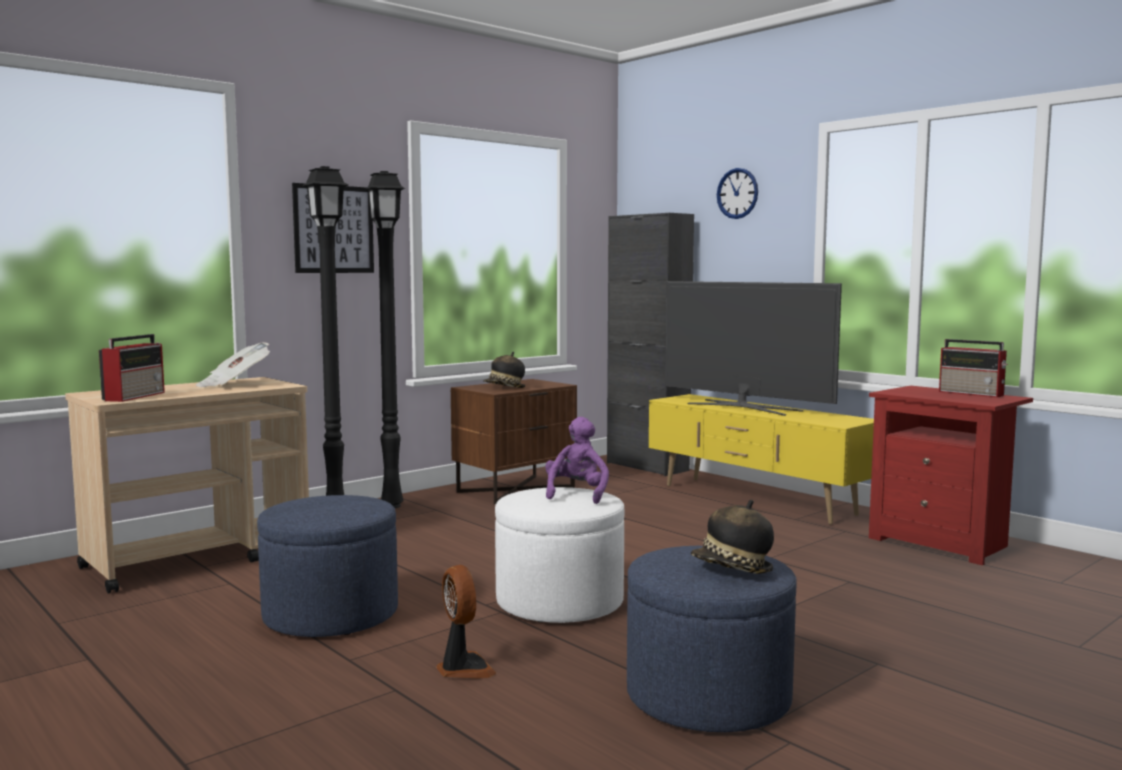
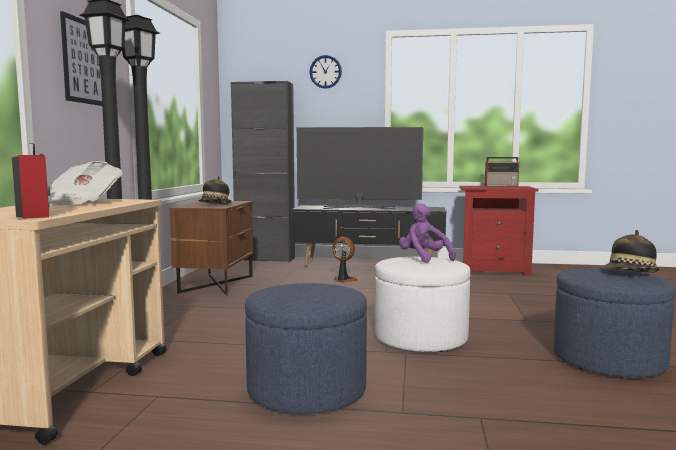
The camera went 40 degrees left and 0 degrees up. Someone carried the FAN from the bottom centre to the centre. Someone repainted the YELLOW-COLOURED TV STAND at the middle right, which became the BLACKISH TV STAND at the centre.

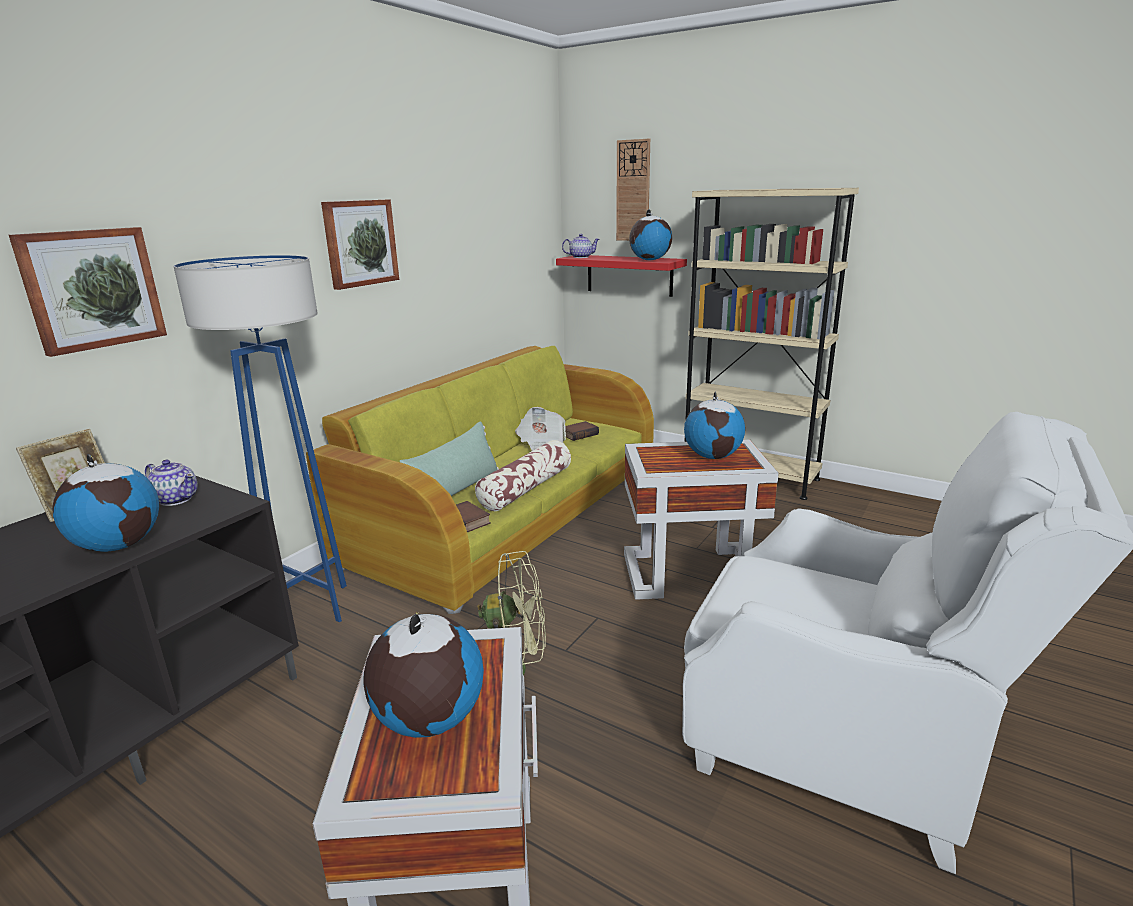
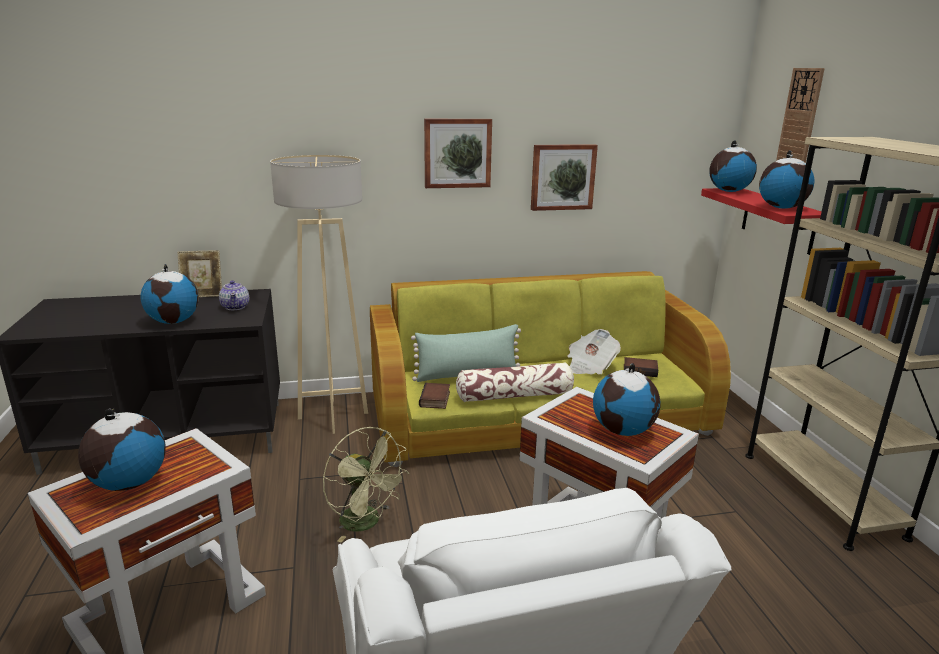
The camera went 45 degrees right and 0 degrees up. Someone carried the PICTURE (1st from left in the first image) from the top left to the top centre. Someone swapped the TEAPOT (2nd from left) at the top centre for the WORLD GLOBE (4th from left) at the top right. Someone repainted the BLUE-COLOURED STANDING LAMP at the middle left, which became the BEIGE STANDING LAMP at the centre.

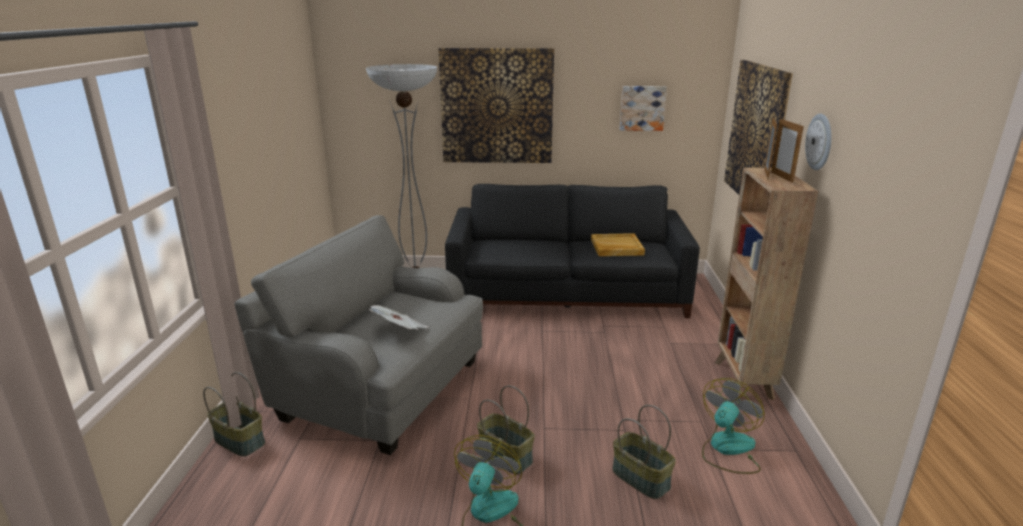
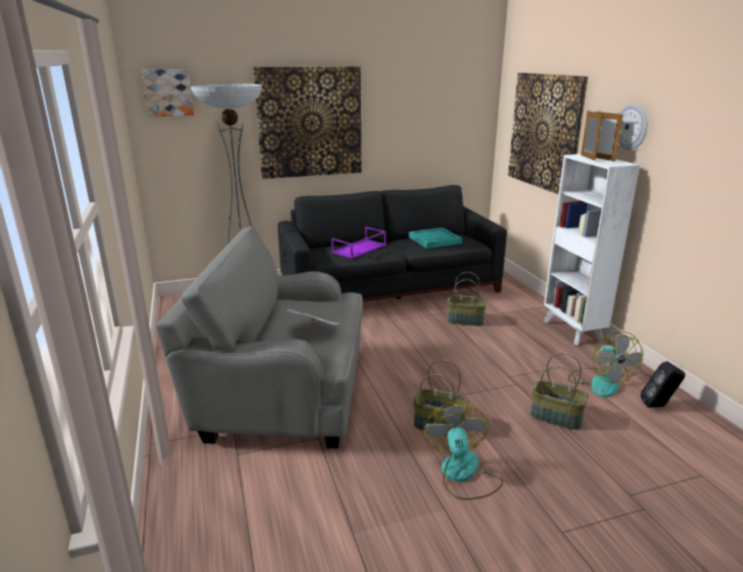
The camera went 20 degrees left and 0 degrees up. Someone put down the PURPLE SERVING TRAY at the centre. Someone put down the BLACKISH LOUDSPEAKER at the bottom right. Someone carried the BASKET (1st from left in the first image) from the bottom left to the centre. Someone carried the PICTURE (2nd from left in the first image) from the top centre to the top left. Someone repainted the BEIGE SERVING TRAY at the centre, which became the TURQUOISE-COLOURED SERVING TRAY at the centre. Someone repainted the BROWN SHELVING UNIT at the middle right, which became the WHITISH SHELVING UNIT at the middle right. Someone rotated the FAN (2nd from left) at the bottom right by 150 degrees clockwise.

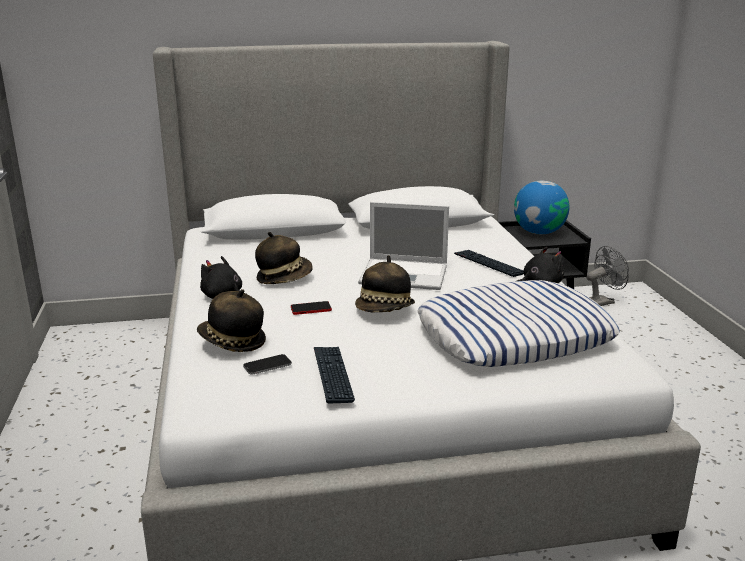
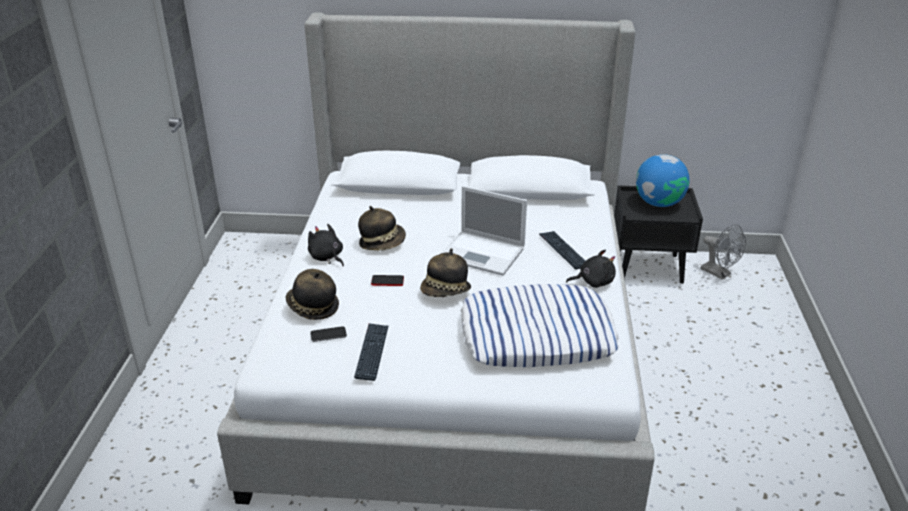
The camera went 15 degrees right and 10 degrees up. Someone rotated the GREYISH FAN at the middle right by 60 degrees clockwise.

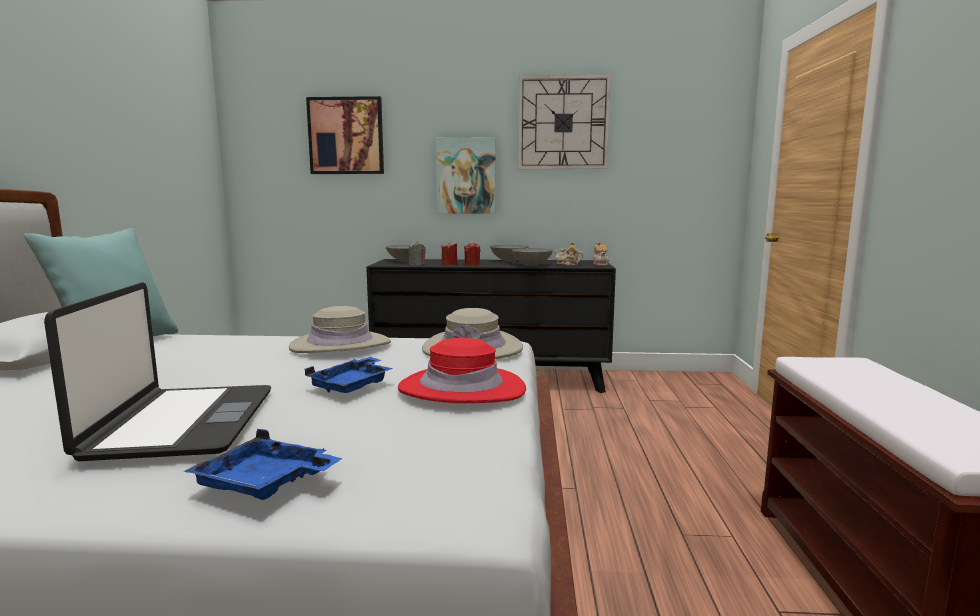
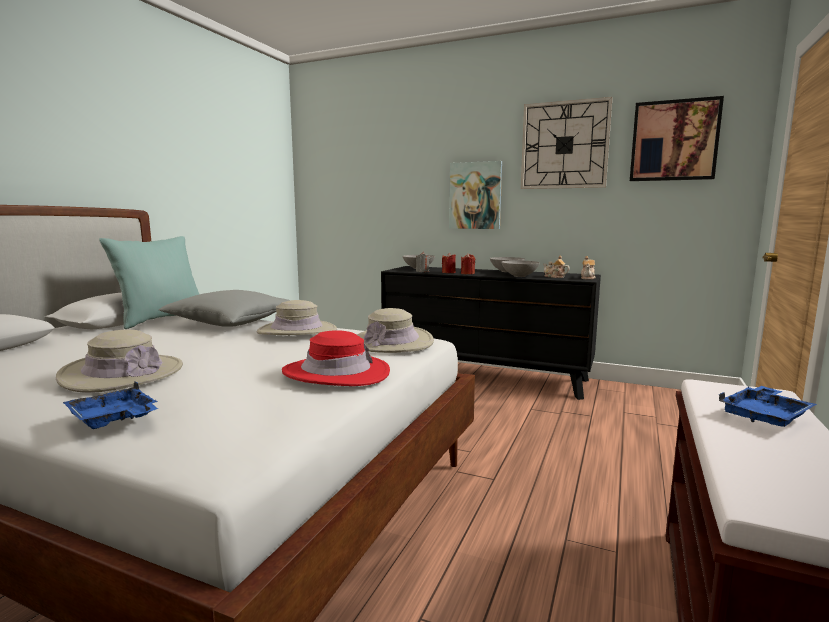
The camera went 20 degrees right and 0 degrees up. Someone put down the GREYISH CUSHION at the middle left. Someone carried the BLUE-COLOURED SERVING TRAY (2nd from left) from the centre to the middle right. Someone carried the PICTURE (1st from left in the first image) from the top centre to the top right. Someone swapped the NOTEBOOK COMPUTER at the middle left for the BEIGE HAT (1st from left) at the middle left.

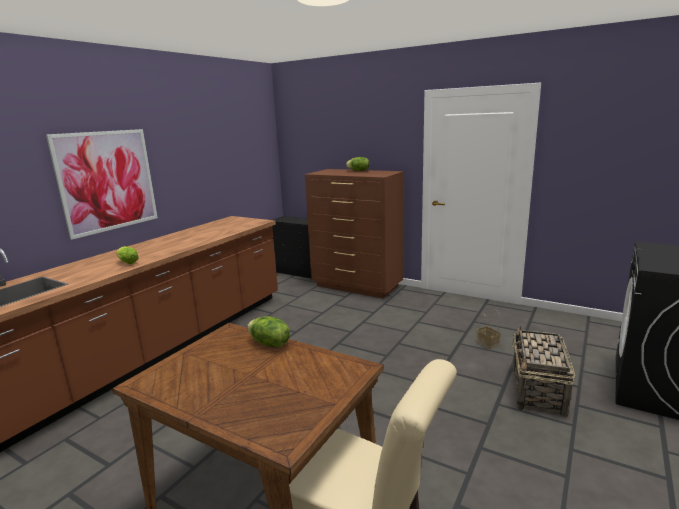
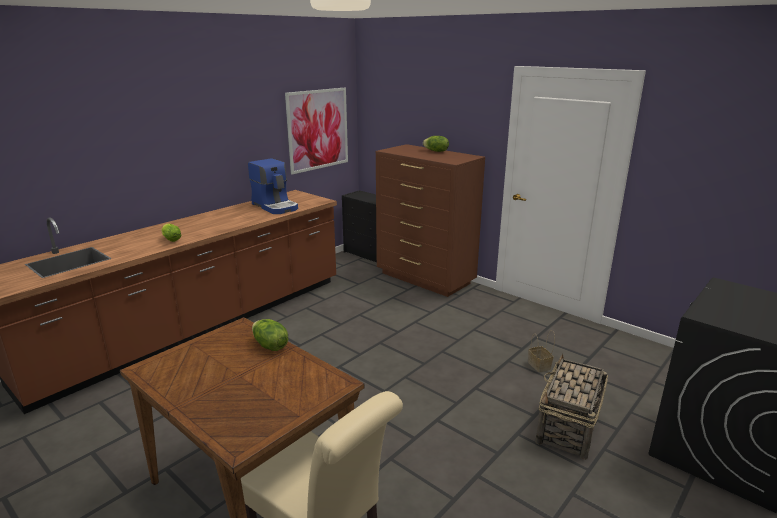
The camera went 10 degrees right and 5 degrees up. Someone put down the COFFEE MAKER at the centre. Someone carried the PICTURE from the middle left to the top centre.

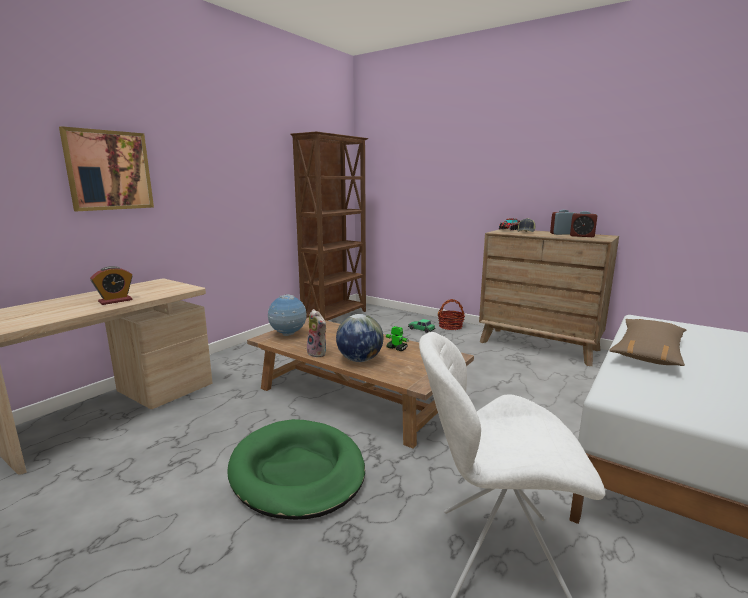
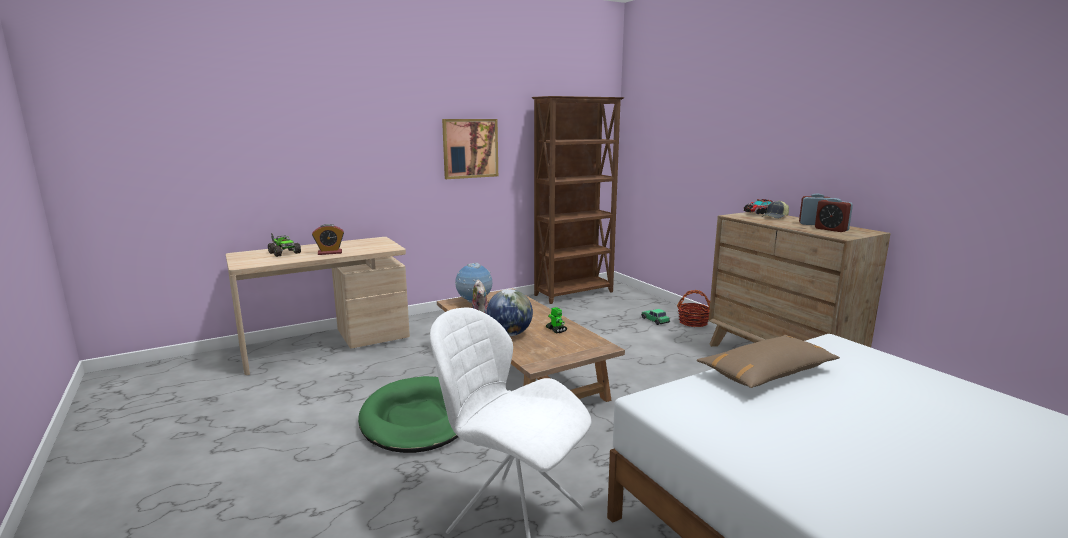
The camera went 25 degrees right and 0 degrees up. Someone put down the TOY TRUCK (1st from left) at the middle left. Someone carried the PICTURE from the top left to the top centre.

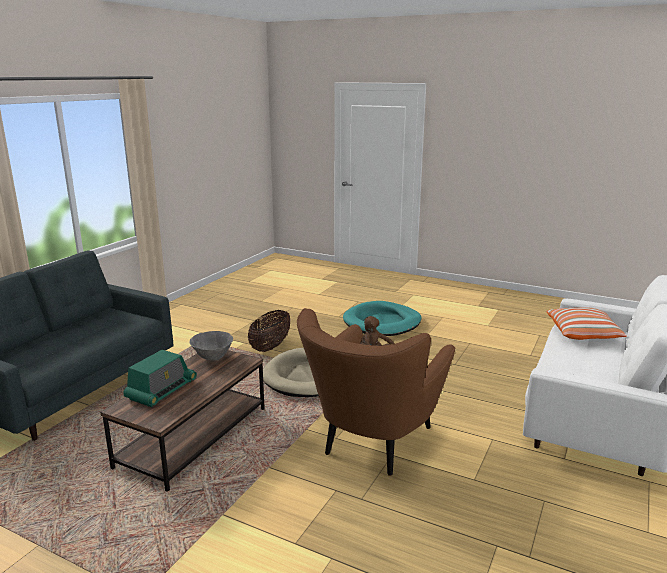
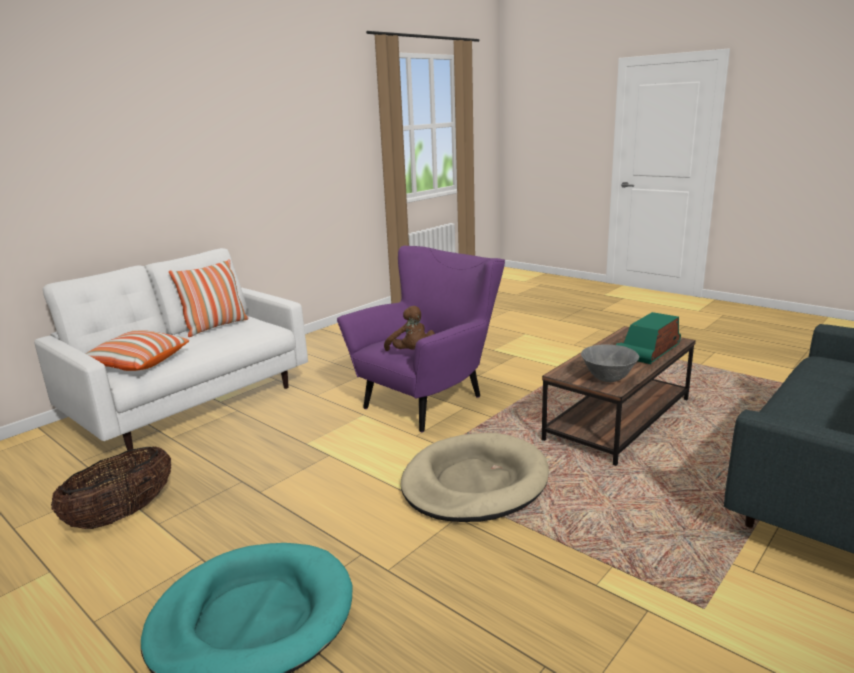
The camera went 165 degrees left and 0 degrees up. Someone put down the CUSHION (2nd from left) at the middle left. Someone carried the BASKET from the centre to the bottom left. Someone repainted the BROWN EASY CHAIR at the bottom centre, which became the PURPLE EASY CHAIR at the centre.

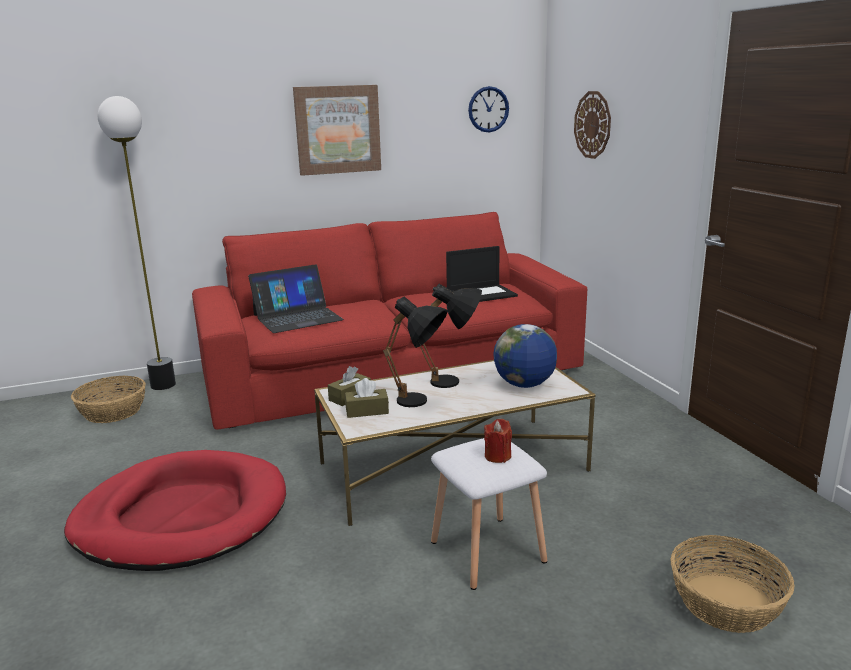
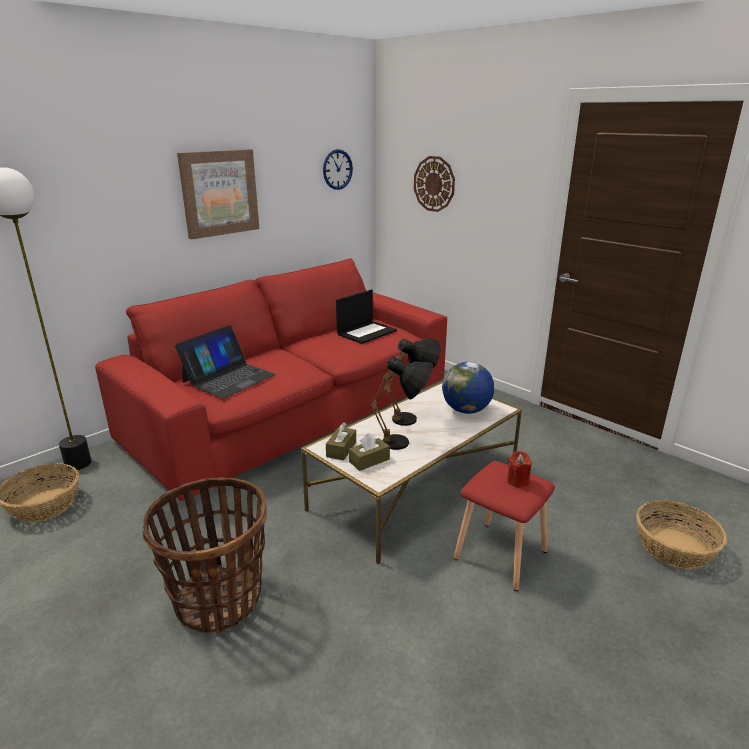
The camera went 25 degrees left and 5 degrees up. Someone swapped the RED-COLOURED DOG BED at the bottom left for the BASKET (2nd from left) at the bottom left. Someone repainted the WHITISH STOOL SEAT at the bottom centre, which became the RED-COLOURED STOOL SEAT at the bottom right.

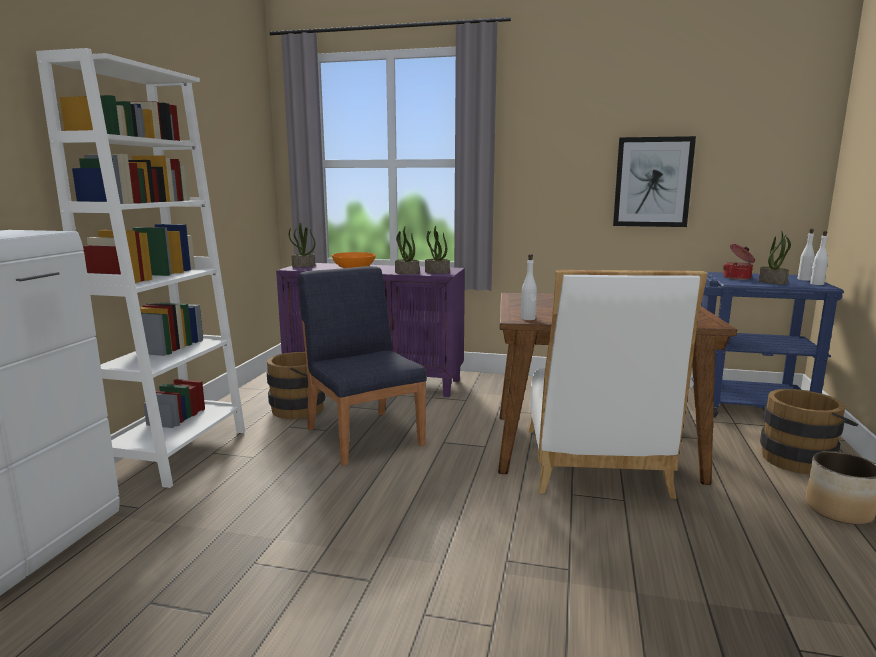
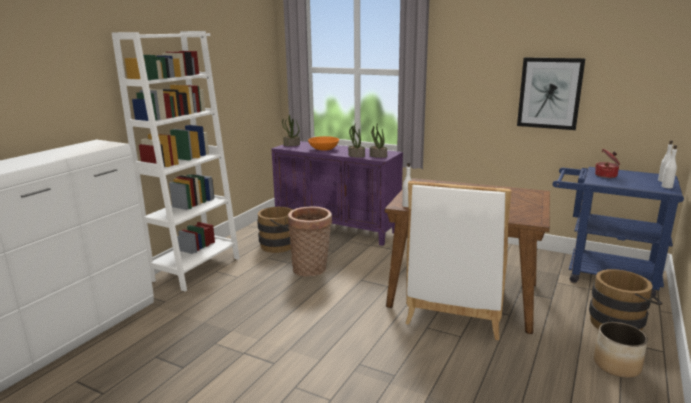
The camera went 15 degrees right and 5 degrees up. Someone took away the HOUSEPLANT (4th from left) at the middle right. Someone swapped the BLUE-COLOURED CHAIR at the centre for the BASKET at the centre.

